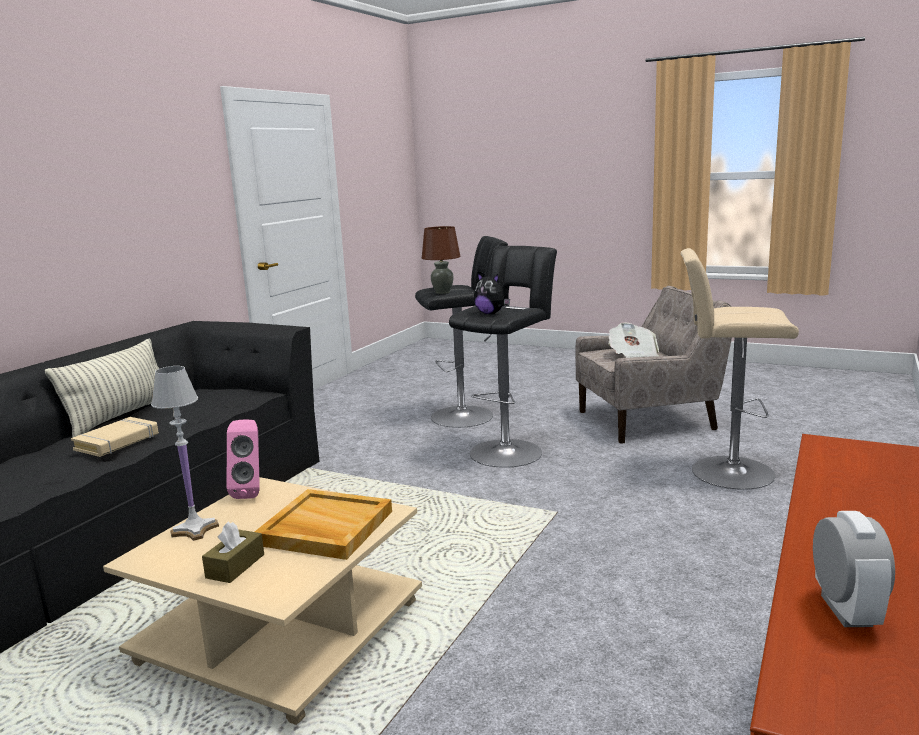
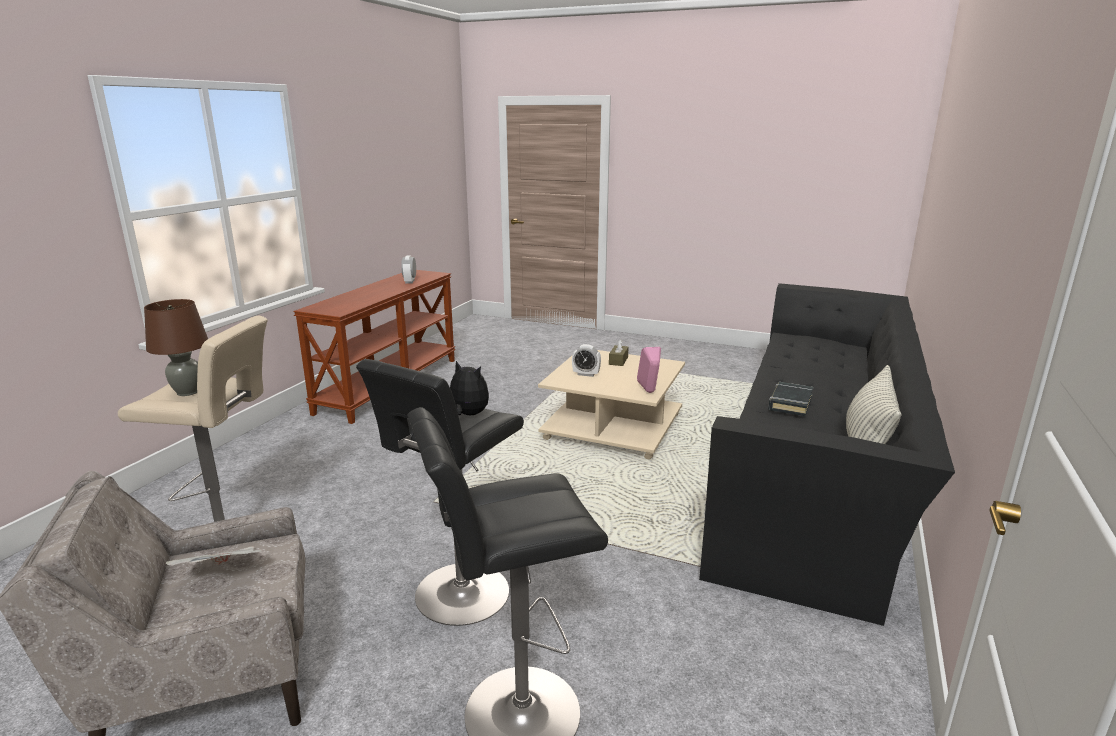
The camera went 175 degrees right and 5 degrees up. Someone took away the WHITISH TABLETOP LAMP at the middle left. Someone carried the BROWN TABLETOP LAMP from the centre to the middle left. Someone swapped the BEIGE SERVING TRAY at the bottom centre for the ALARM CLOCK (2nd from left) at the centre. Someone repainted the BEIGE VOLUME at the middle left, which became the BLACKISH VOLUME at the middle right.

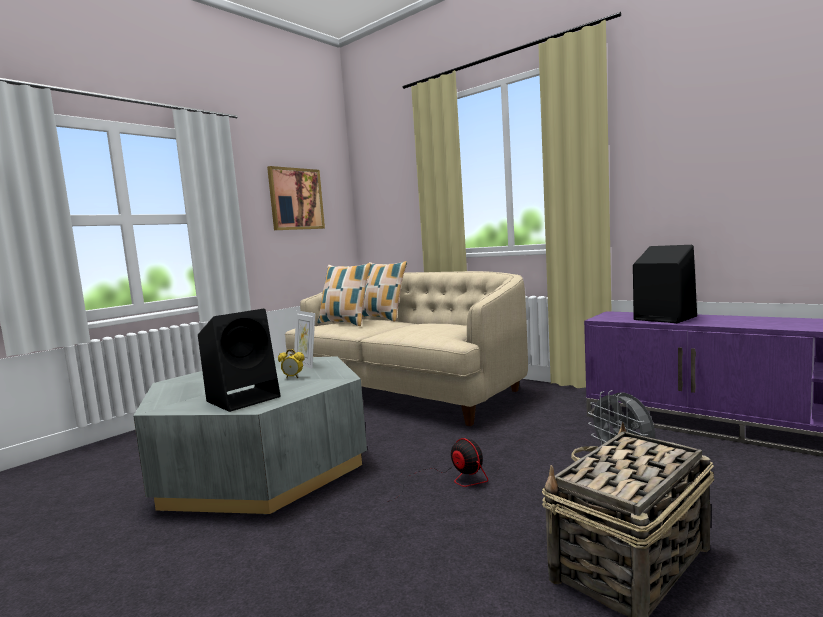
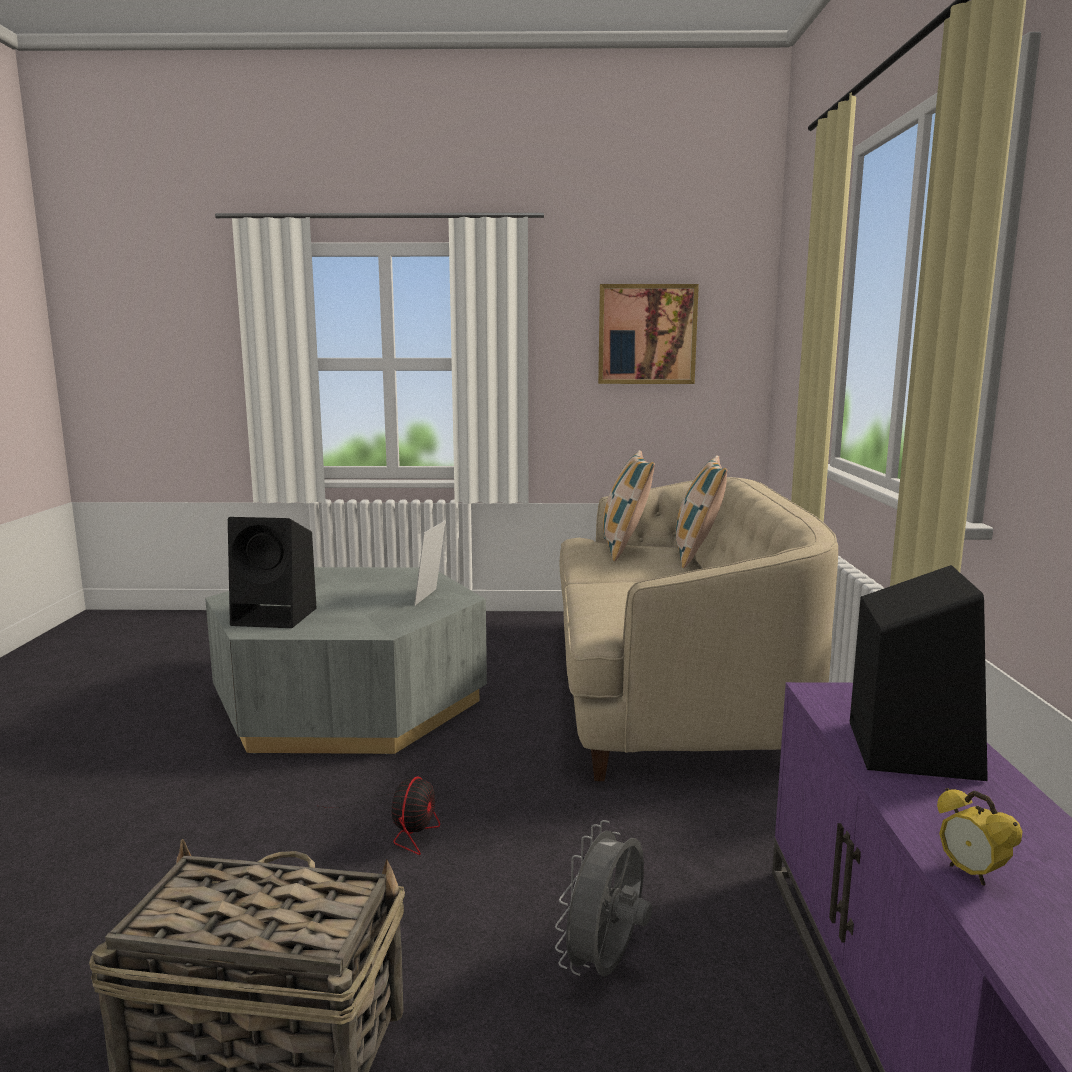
The camera went 50 degrees right and 5 degrees up. Someone carried the ALARM CLOCK from the centre to the bottom right.

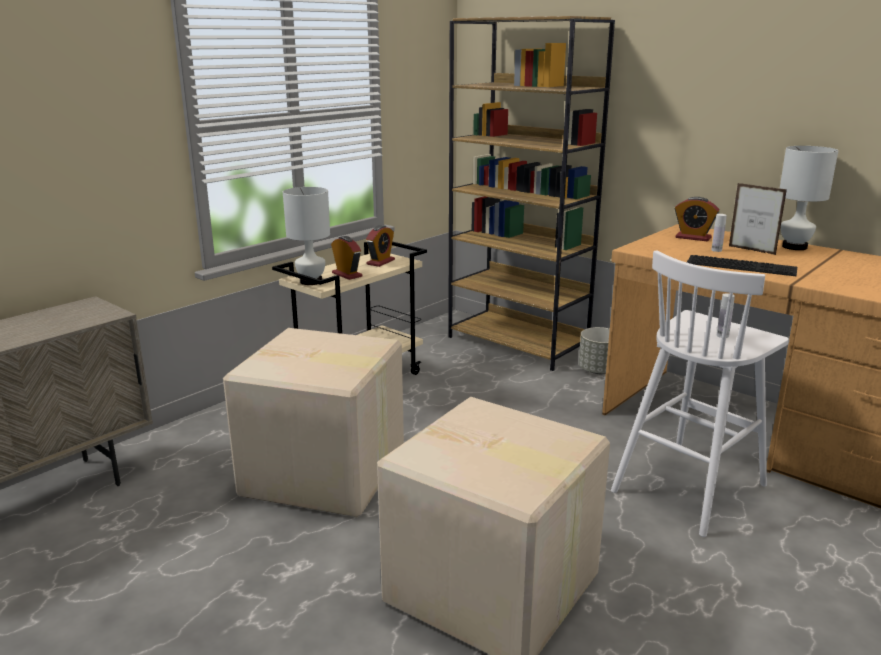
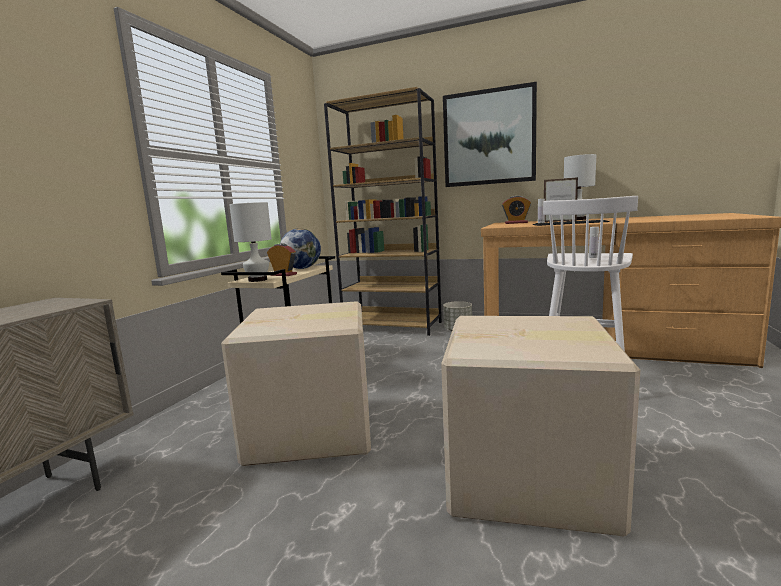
The camera went 20 degrees left and 10 degrees down. Someone put up the PICTURE at the top centre. Someone swapped the ALARM CLOCK (2nd from left) at the centre for the WORLD GLOBE at the centre.

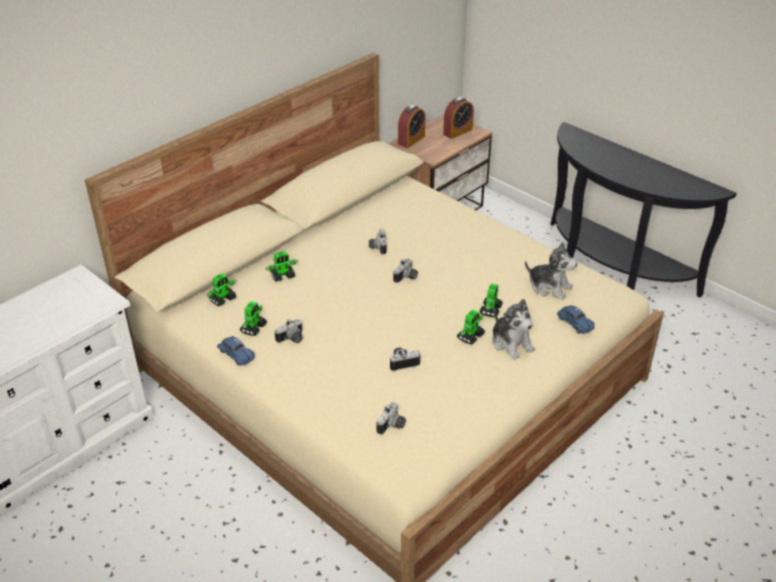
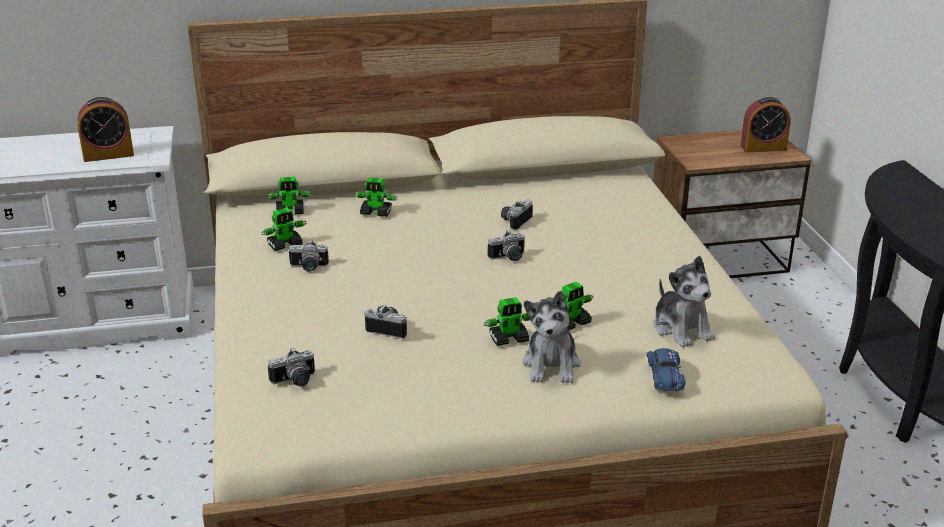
The camera went 35 degrees right and 10 degrees down. Someone took away the BLUE-COLOURED MODEL CAR (1st from left) at the middle left. Someone carried the ALARM CLOCK (1st from left) from the top centre to the top left.

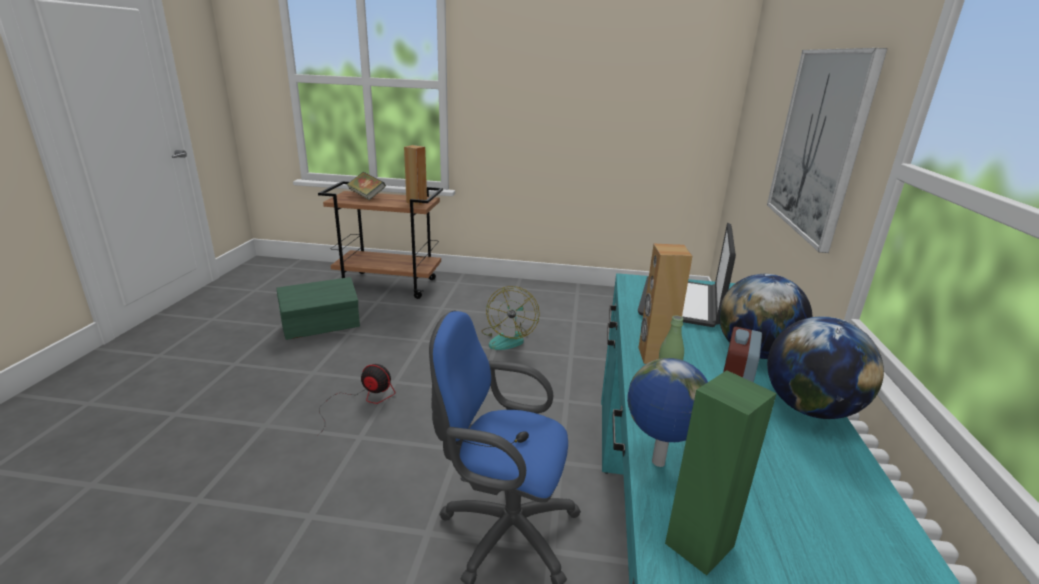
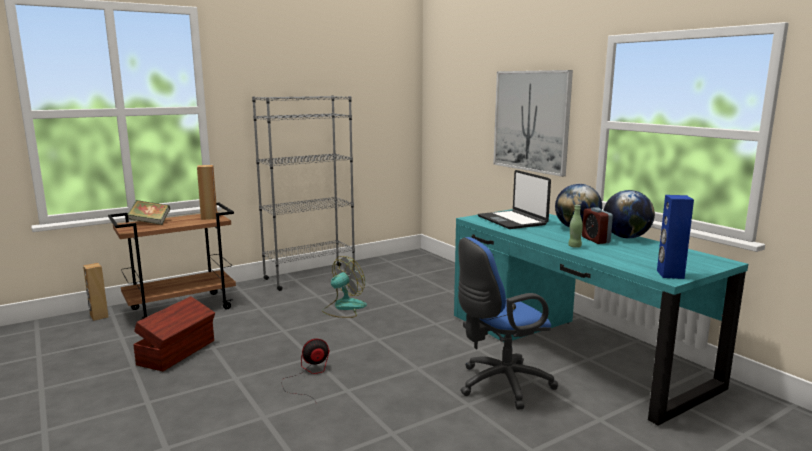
The camera went 40 degrees left and 10 degrees down. Someone took away the WORLD GLOBE (1st from left) at the bottom centre. Someone put down the GREYISH SHELVING UNIT at the centre. Someone carried the BROWN LOUDSPEAKER (2nd from left in the first image) from the centre to the middle left. Someone repainted the GREENISH STORAGE BOX at the middle left, which became the BROWN STORAGE BOX at the bottom left. Someone repainted the GREENISH LOUDSPEAKER at the bottom right, which became the BLUE-COLOURED LOUDSPEAKER at the middle right. Someone rotated the FAN (2nd from left) at the centre by 105 degrees counterclockwise.

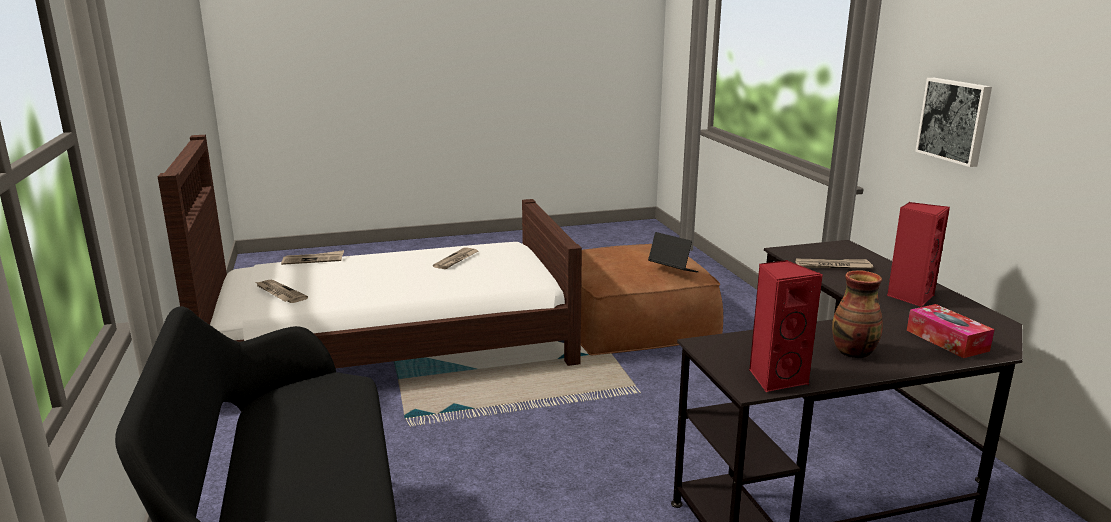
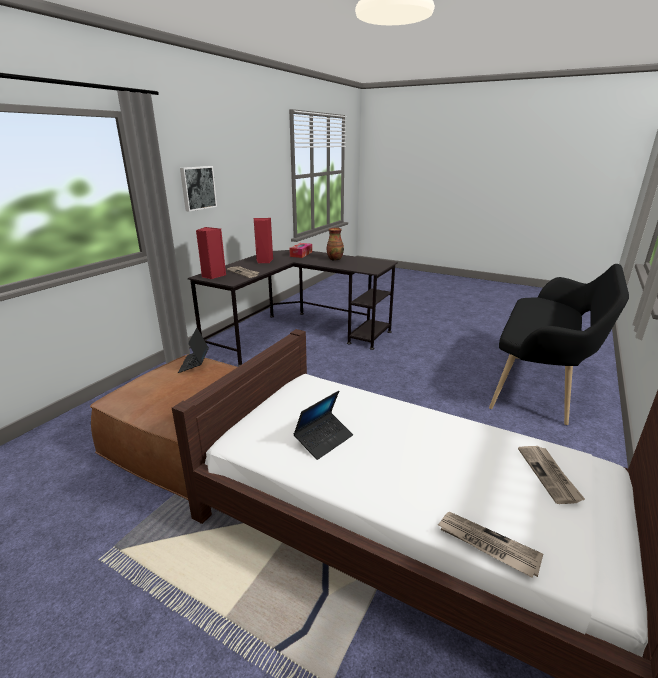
The camera went 135 degrees left and 5 degrees up. Someone carried the RED-COLOURED LOUDSPEAKER (1st from left) from the middle right to the middle left. Someone swapped the NEWSPAPER (3rd from left) at the centre for the NOTEBOOK COMPUTER (2nd from left) at the centre.

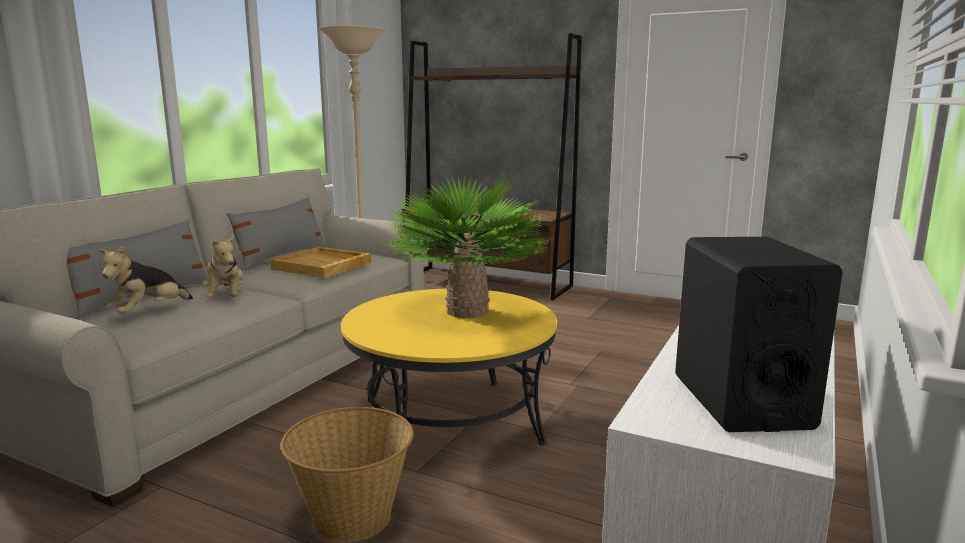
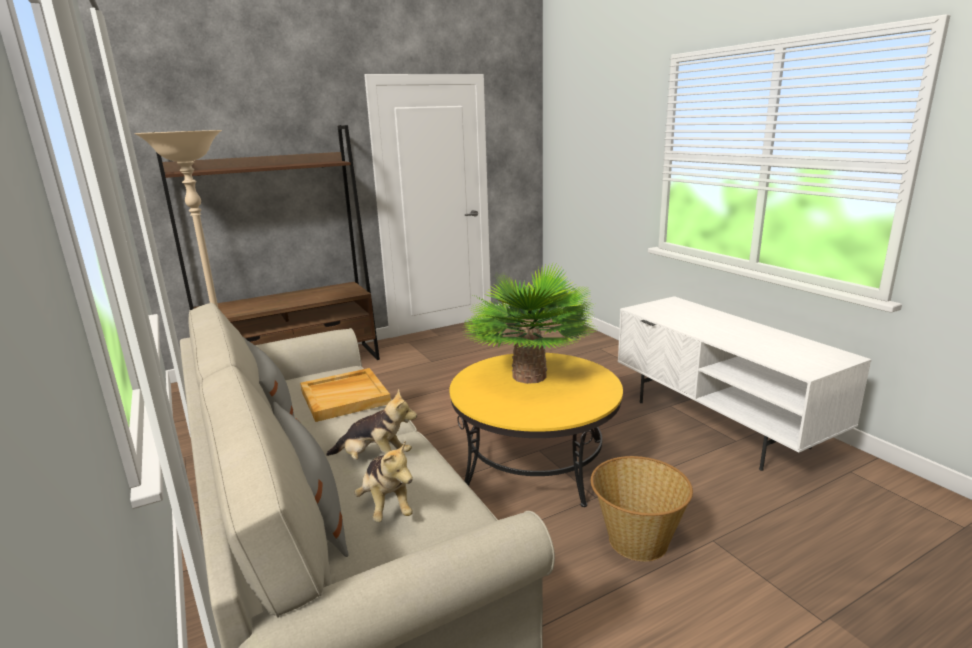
The camera went 55 degrees left and 5 degrees up. Someone took away the BLACKISH LOUDSPEAKER at the middle right.

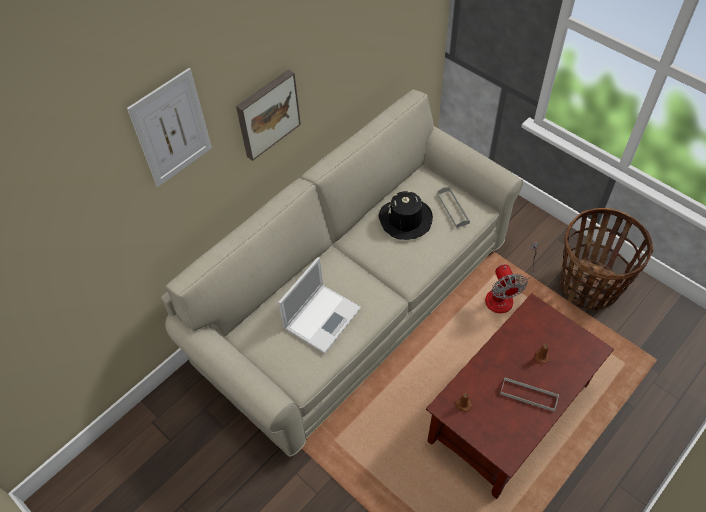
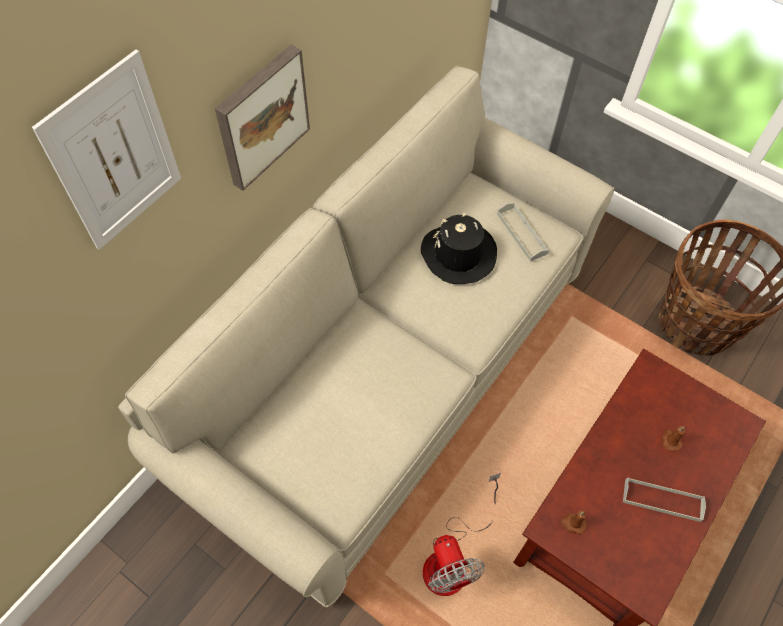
The camera went 10 degrees left and 5 degrees up. Someone took away the NOTEBOOK COMPUTER at the centre. Someone carried the FAN from the middle right to the bottom centre.

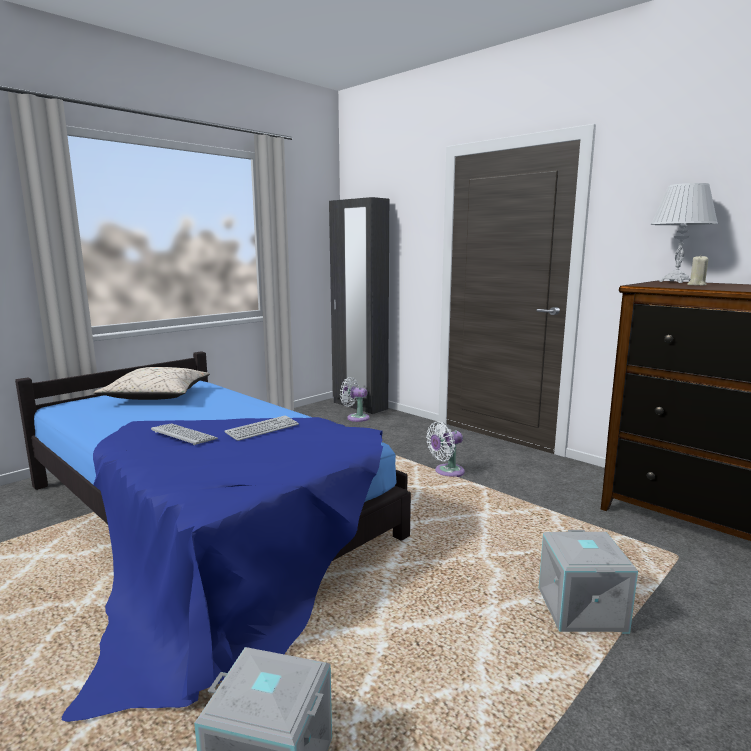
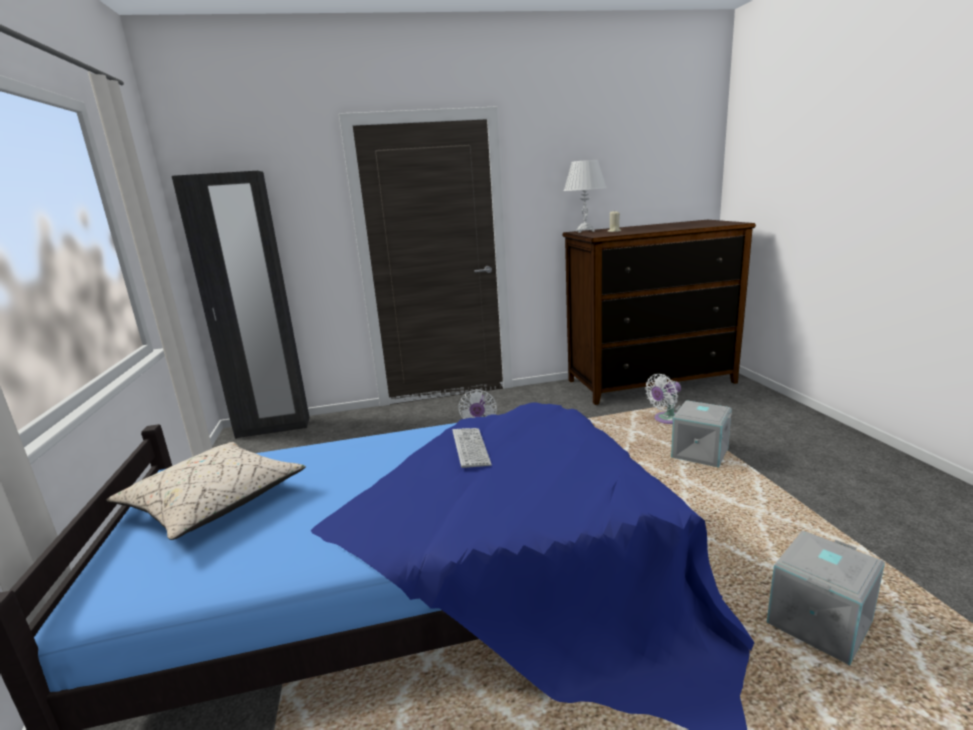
The camera went 55 degrees left and 5 degrees up. Someone took away the KEYBOARD (1st from left) at the middle left. Someone carried the WHITISH FAN (1st from left in the first image) from the centre to the middle right.

